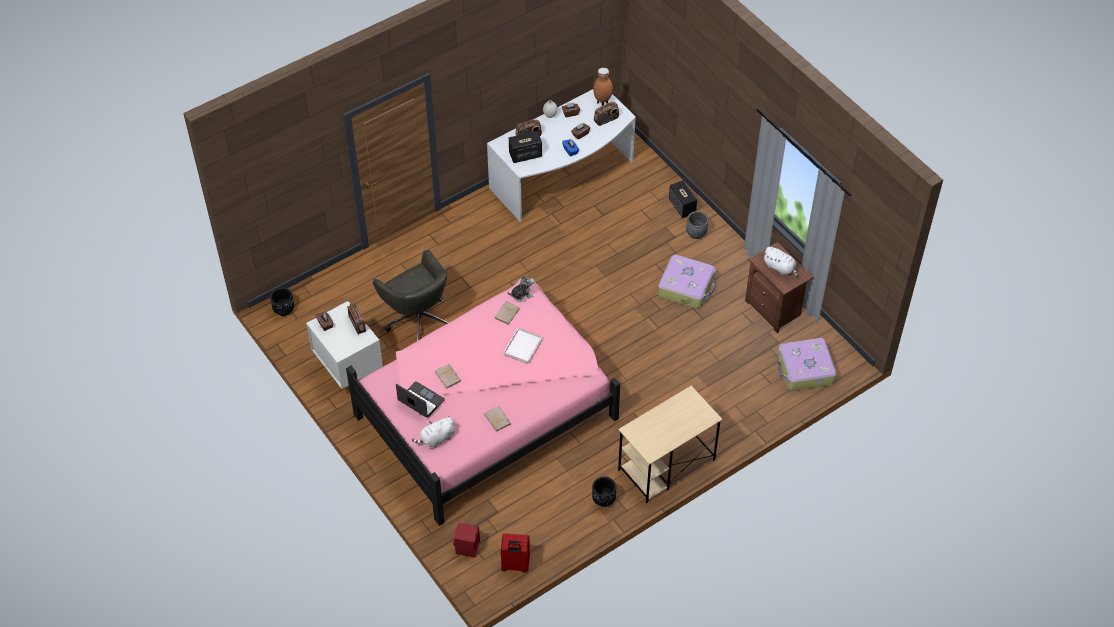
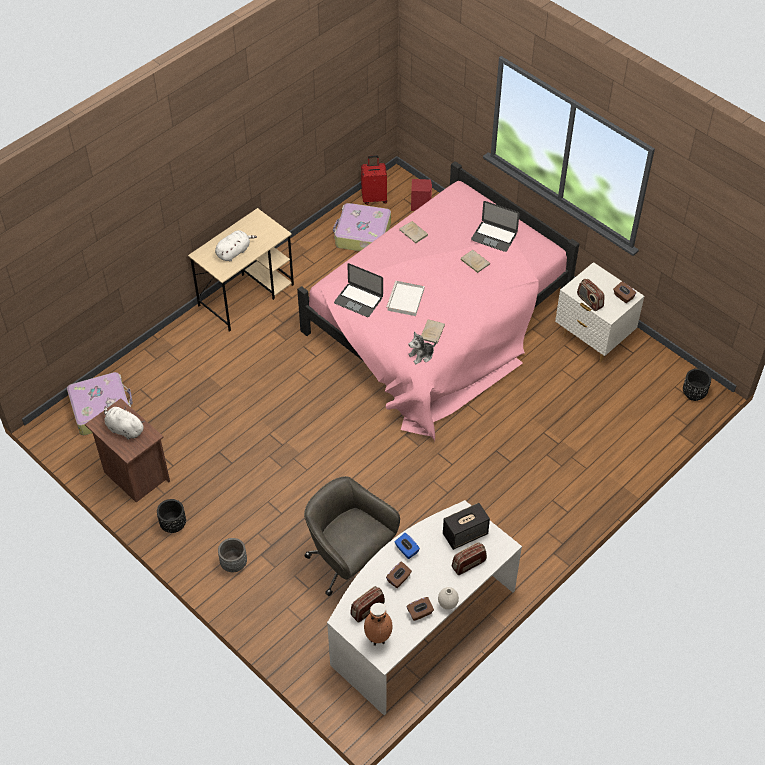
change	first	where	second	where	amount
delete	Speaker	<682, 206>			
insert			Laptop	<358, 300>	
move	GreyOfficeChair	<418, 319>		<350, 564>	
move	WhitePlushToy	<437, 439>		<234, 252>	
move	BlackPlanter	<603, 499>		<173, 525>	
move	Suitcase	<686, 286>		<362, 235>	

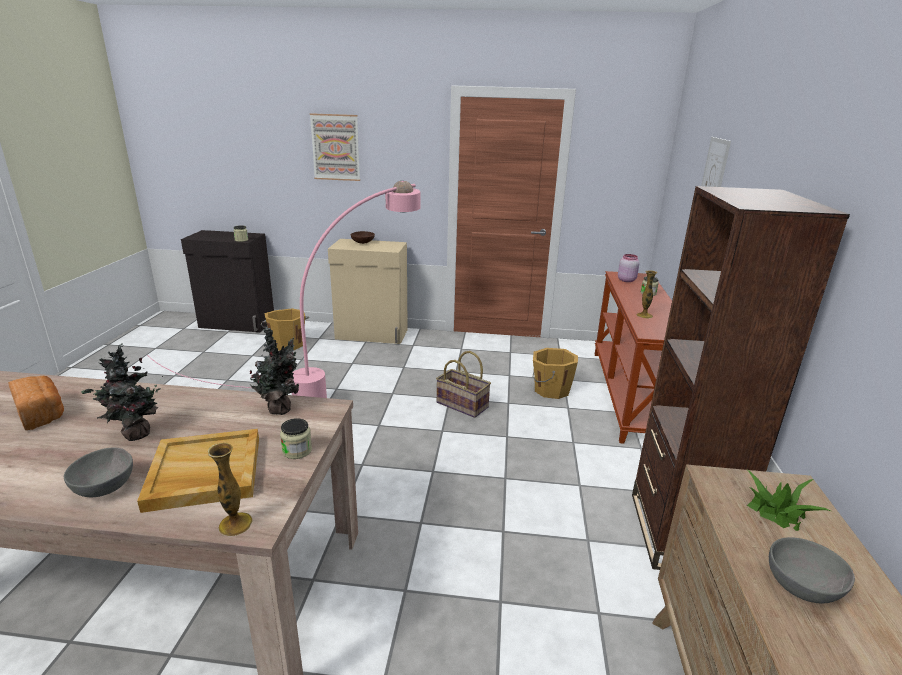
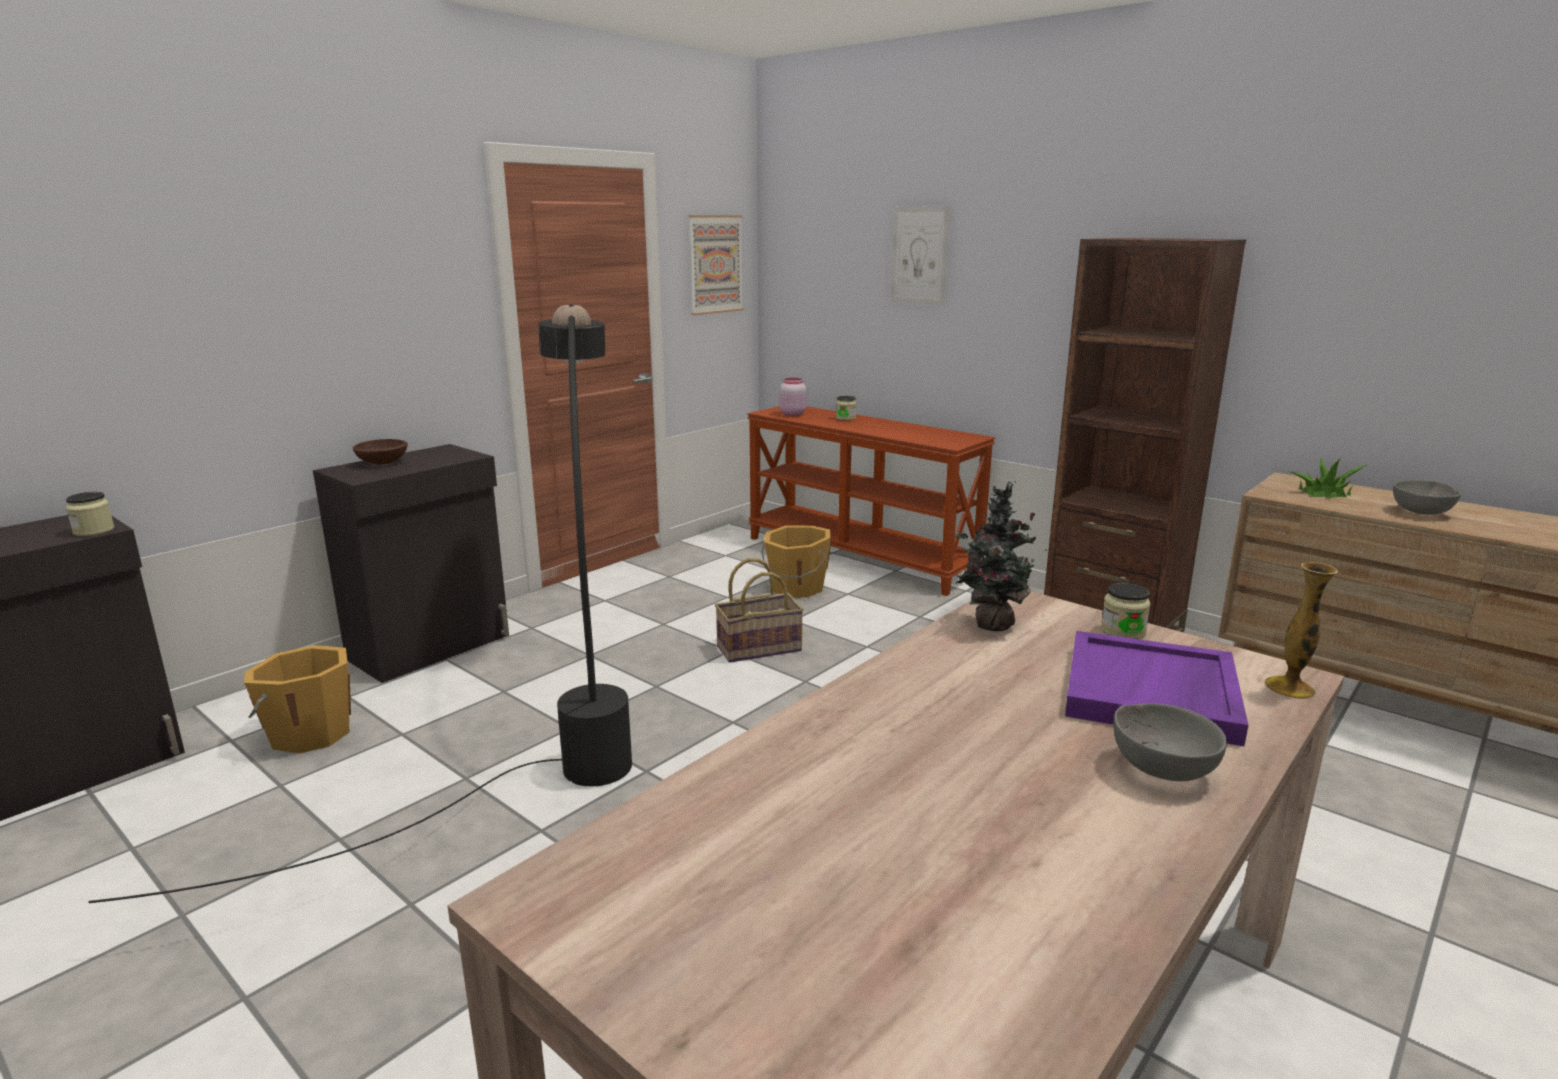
change	first	where	second	where	amount
delete	Bread	<42, 414>			
delete	PottedPlant	<134, 435>			
delete	Vase	<644, 315>			
move	Picture	<335, 147>		<715, 264>	
recolor	BeigeTray	<204, 473>	PurpleTray	<1152, 693>	
recolor	PinkFloorLamp	<332, 387>	BlackFloorLamp	<558, 730>	
recolor	BeigeCabinet	<372, 335>	BlackCabinet	<432, 647>	

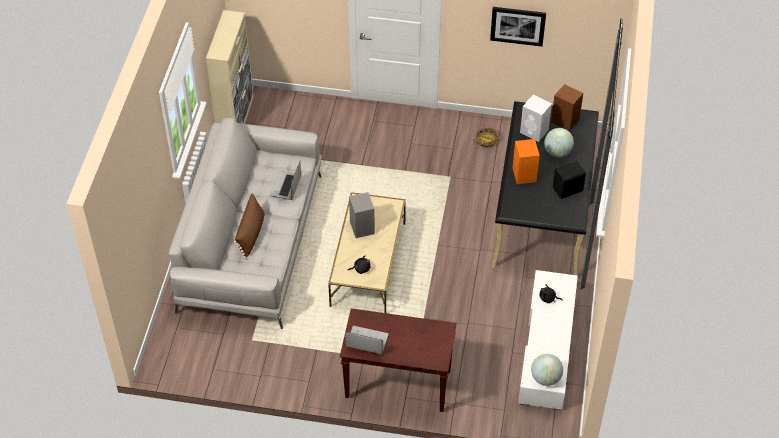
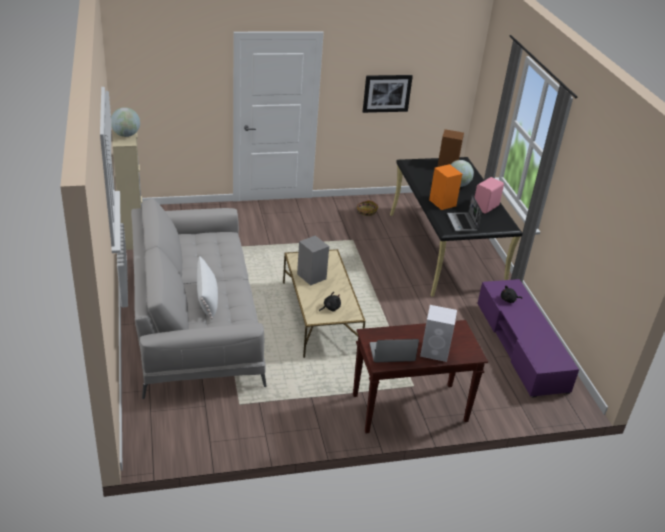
change	first	where	second	where	amount
move	Laptop	<286, 186>		<462, 223>	
move	WhiteSpeaker	<534, 131>		<435, 351>	
move	Globe	<545, 378>		<126, 135>	
recolor	BrownPillow	<251, 234>	WhitePillow	<207, 298>	
recolor	WhiteTvStand	<547, 347>	PurpleTvStand	<521, 346>	
recolor	BlackSpeaker	<568, 190>	PinkSpeaker	<486, 207>	

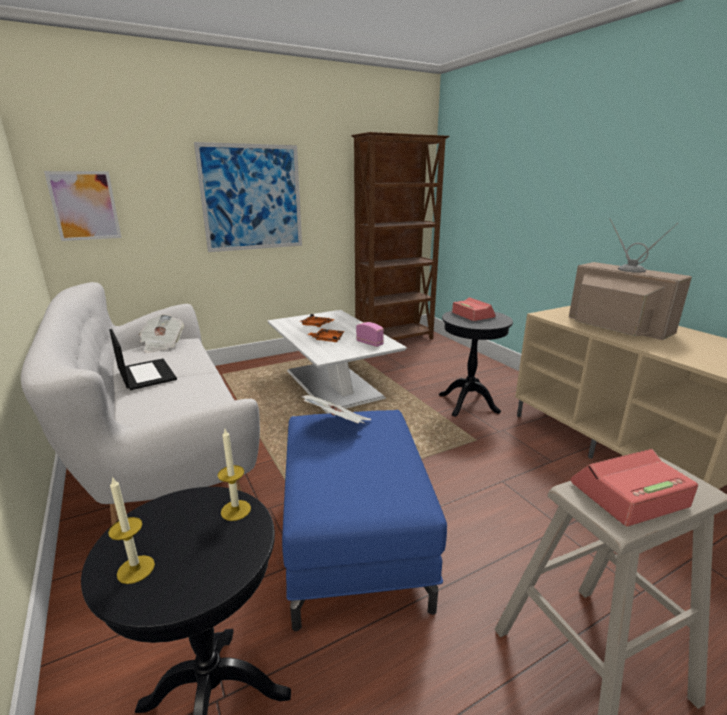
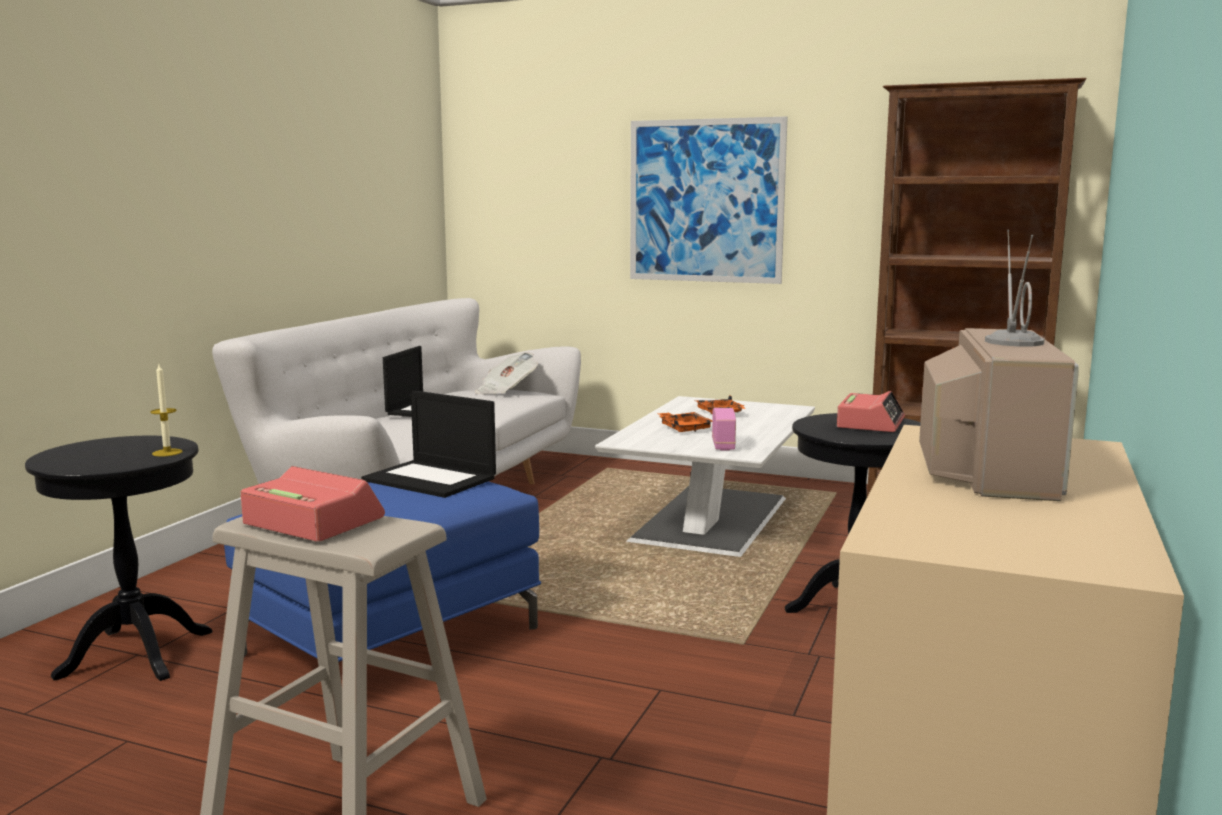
change	first	where	second	where	amount
delete	Picture	<84, 206>			
delete	Candle	<136, 569>			
replace	Newspaper	<338, 425>	Laptop	<431, 479>	

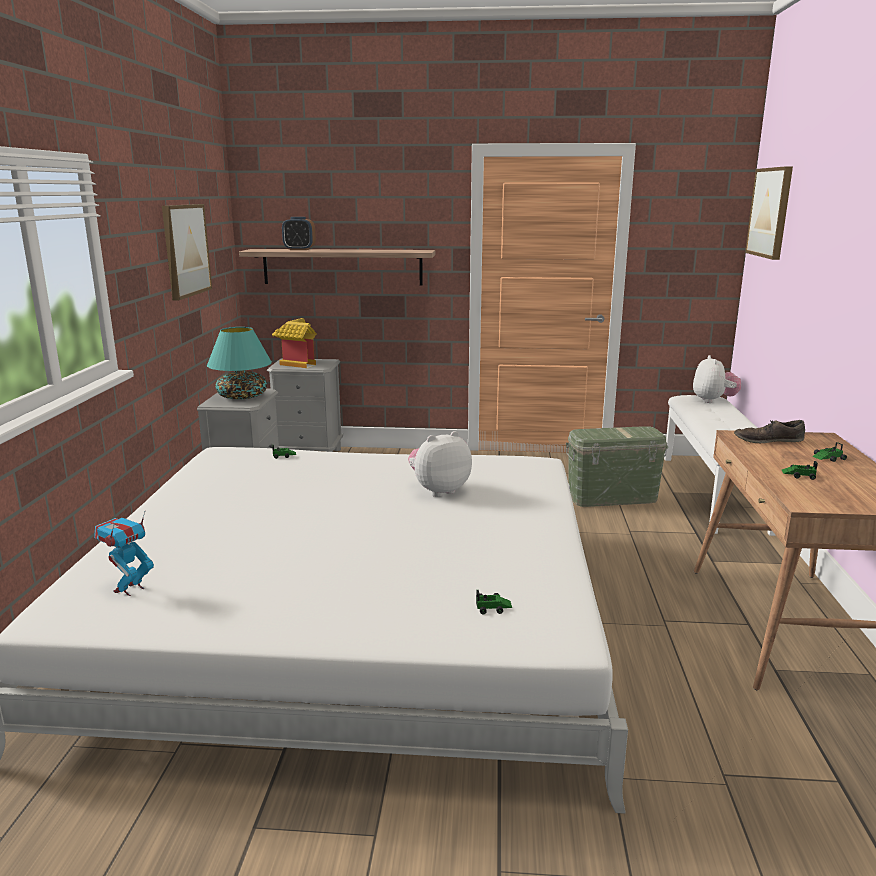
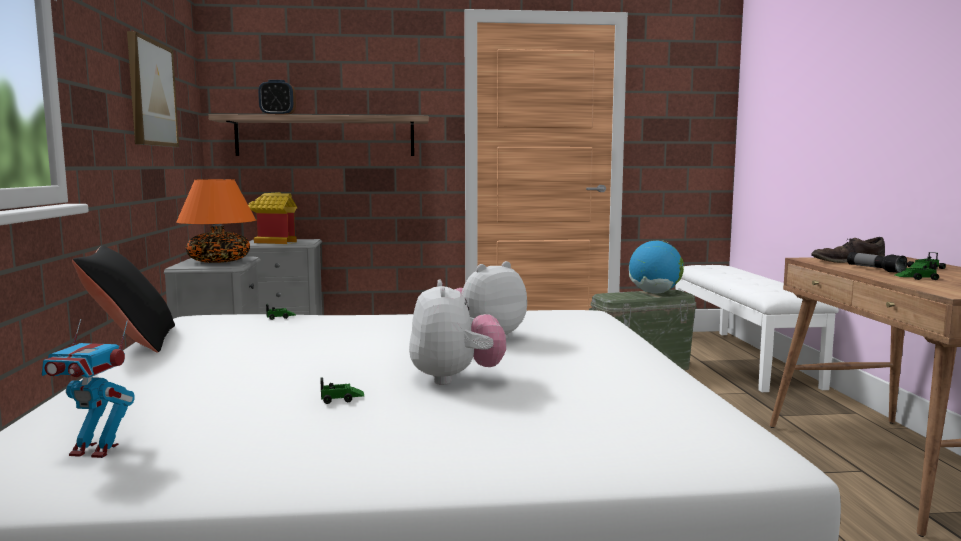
change	first	where	second	where	amount
delete	Picture	<770, 212>			
insert			BlackPillow	<132, 341>	
insert			Globe	<655, 293>	
insert			Flashlight	<874, 270>	
move	ToyCar	<493, 606>		<342, 397>	
move	PlushToy	<713, 401>		<455, 378>	
recolor	TurquoiseTableLamp	<242, 396>	OrangeTableLamp	<218, 261>	
rotate	ToyRobot	<129, 589>		<96, 450>	105 degrees counterclockwise

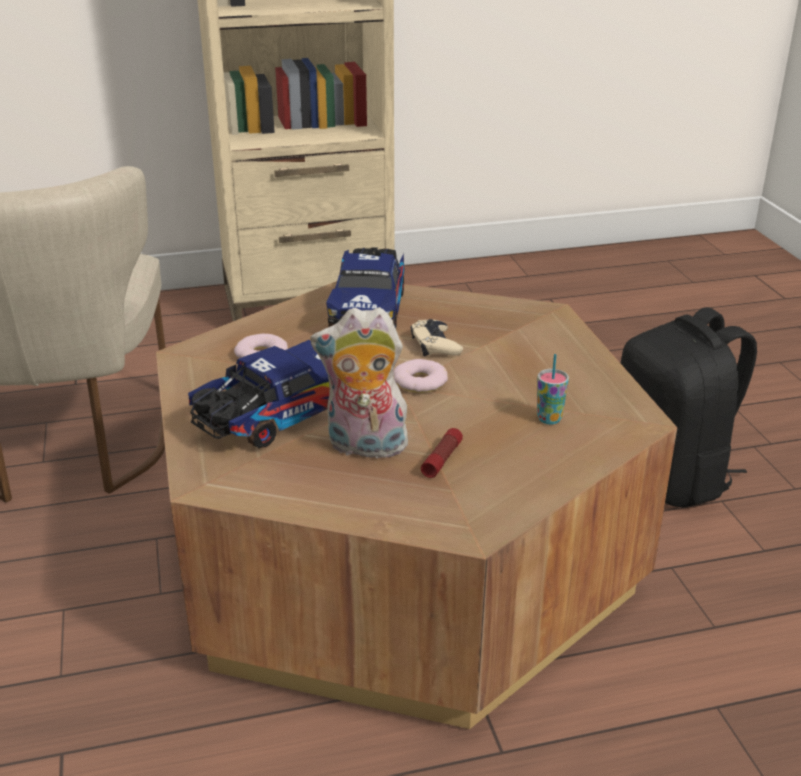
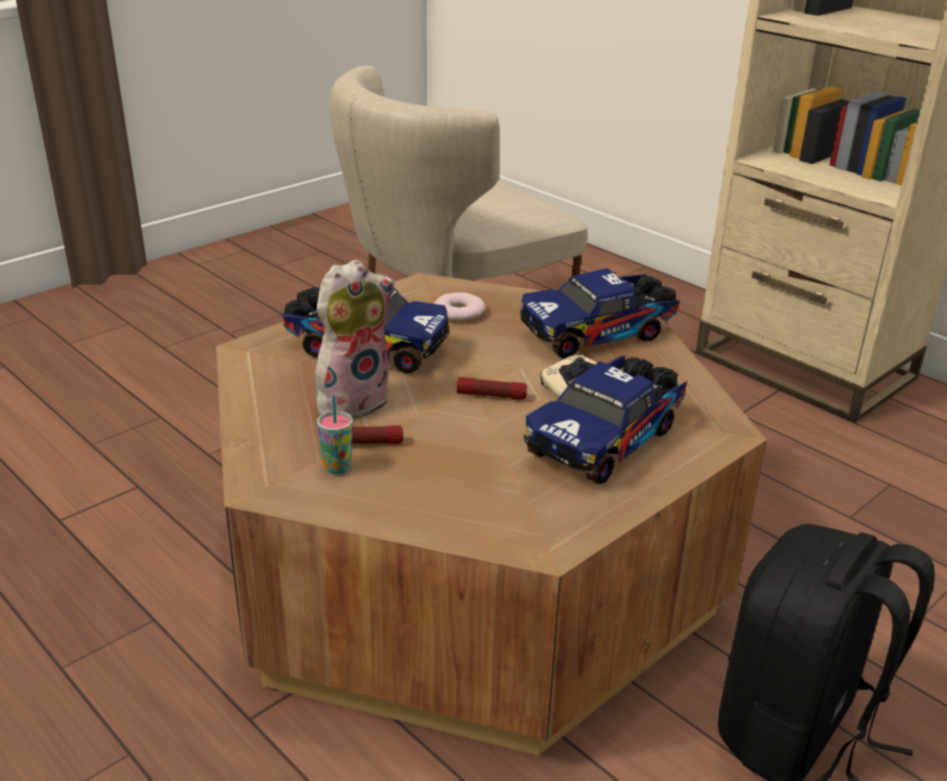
change	first	where	second	where	amount
insert			ToyTruck	<607, 439>	
move	Cup	<549, 419>		<337, 467>	
replace	Donut	<419, 382>	Flashlight	<491, 396>	
rotate	PlushToy	<364, 447>		<353, 400>	75 degrees clockwise

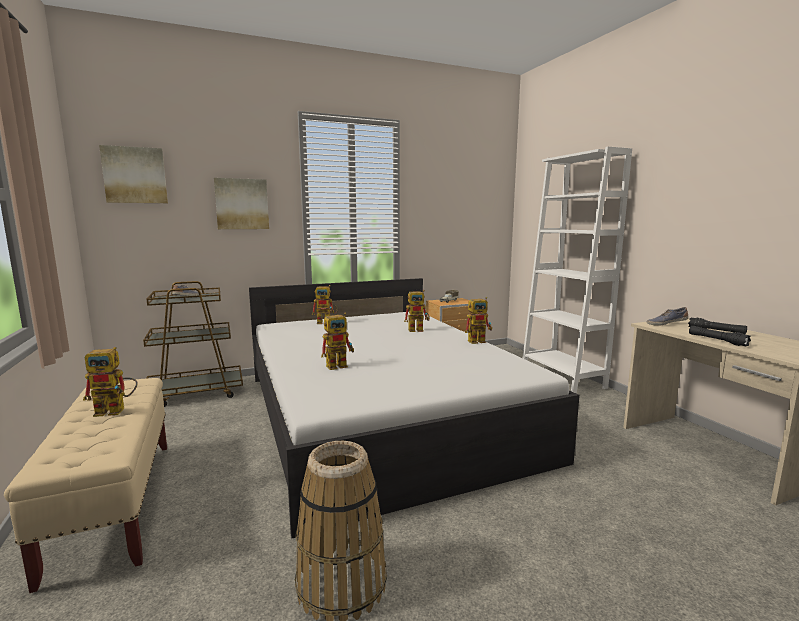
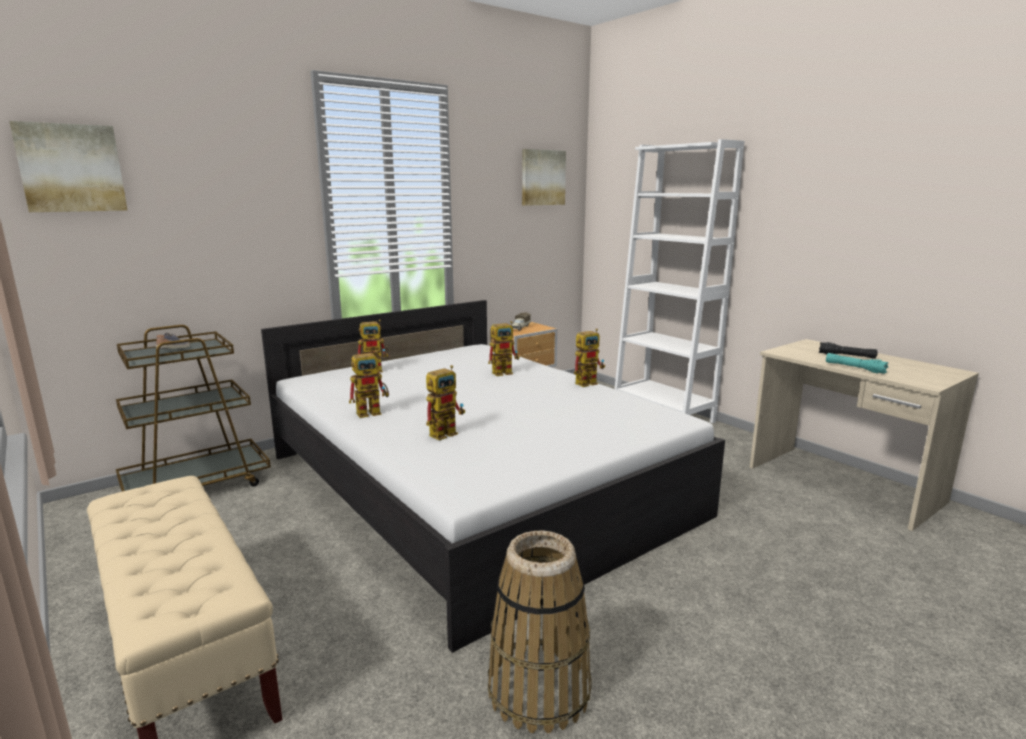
change	first	where	second	where	amount
delete	Shoe	<666, 324>			
move	ToyRobot	<116, 410>		<373, 412>	
move	Picture	<242, 204>		<542, 177>	
recolor	BlackFlashlight	<717, 340>	TurquoiseFlashlight	<854, 368>	

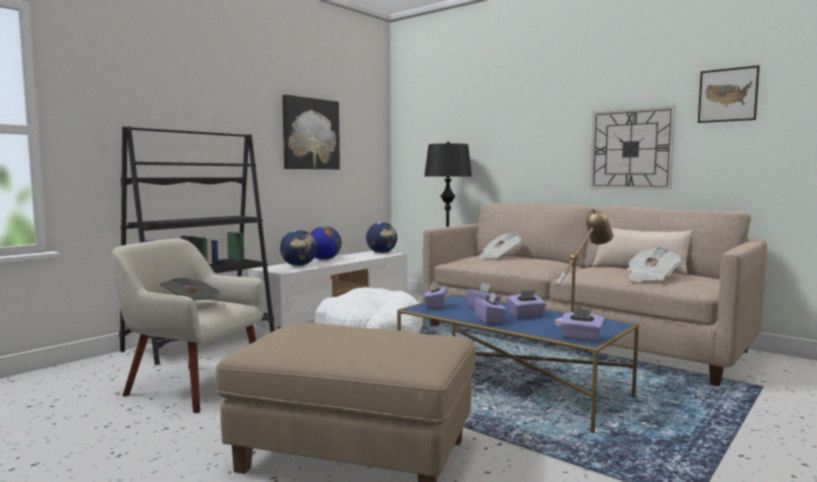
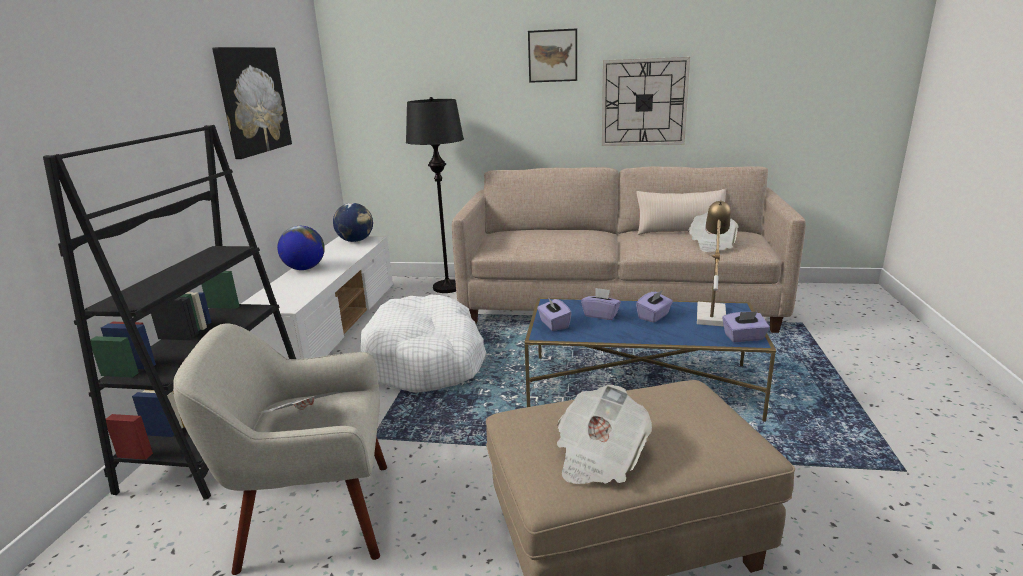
change	first	where	second	where	amount
delete	Globe	<299, 266>			
delete	PurpleTissueBox	<490, 320>			
move	Newspaper	<498, 257>		<599, 457>	
move	Picture	<727, 95>		<552, 56>	

